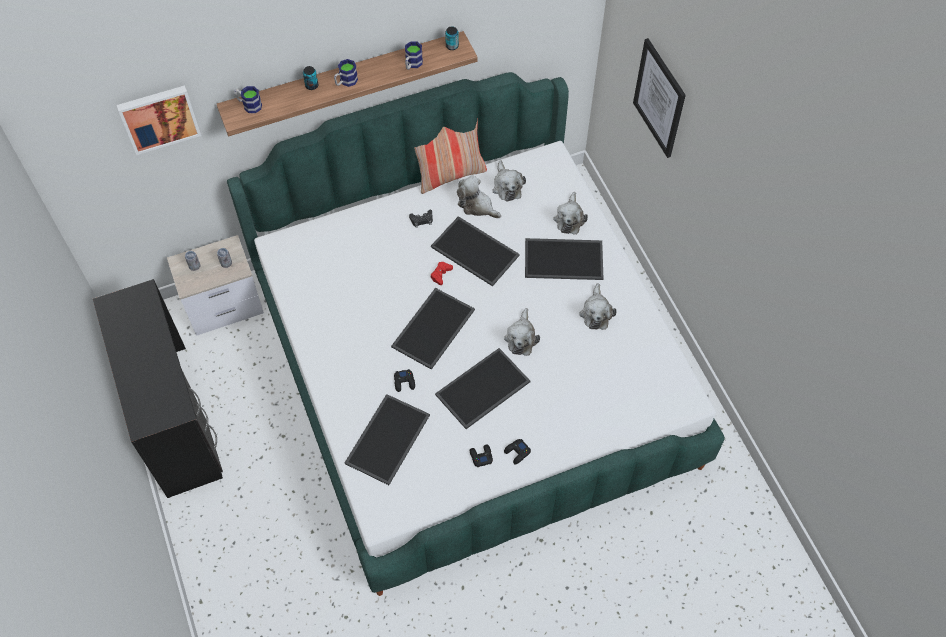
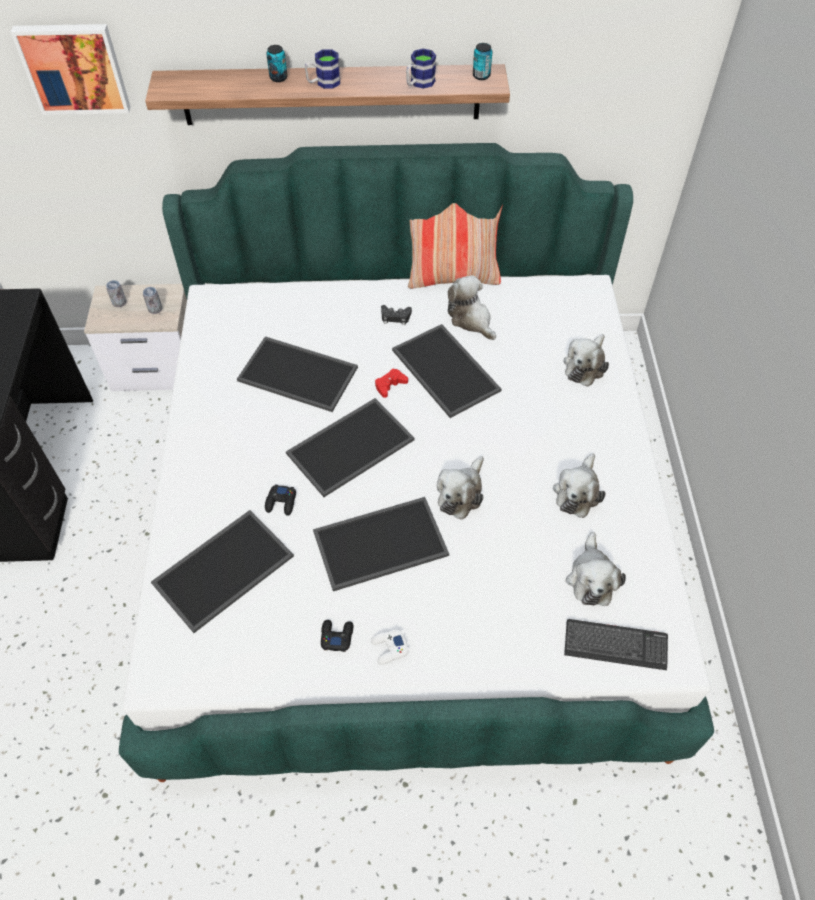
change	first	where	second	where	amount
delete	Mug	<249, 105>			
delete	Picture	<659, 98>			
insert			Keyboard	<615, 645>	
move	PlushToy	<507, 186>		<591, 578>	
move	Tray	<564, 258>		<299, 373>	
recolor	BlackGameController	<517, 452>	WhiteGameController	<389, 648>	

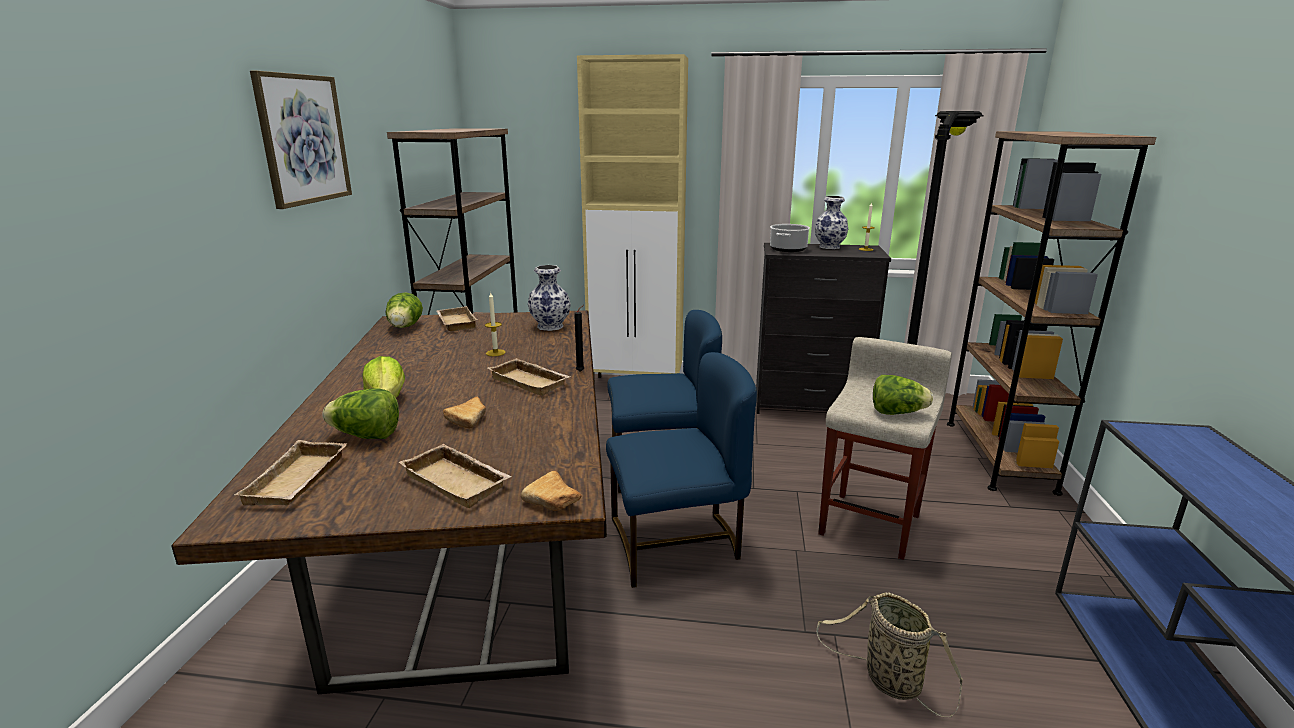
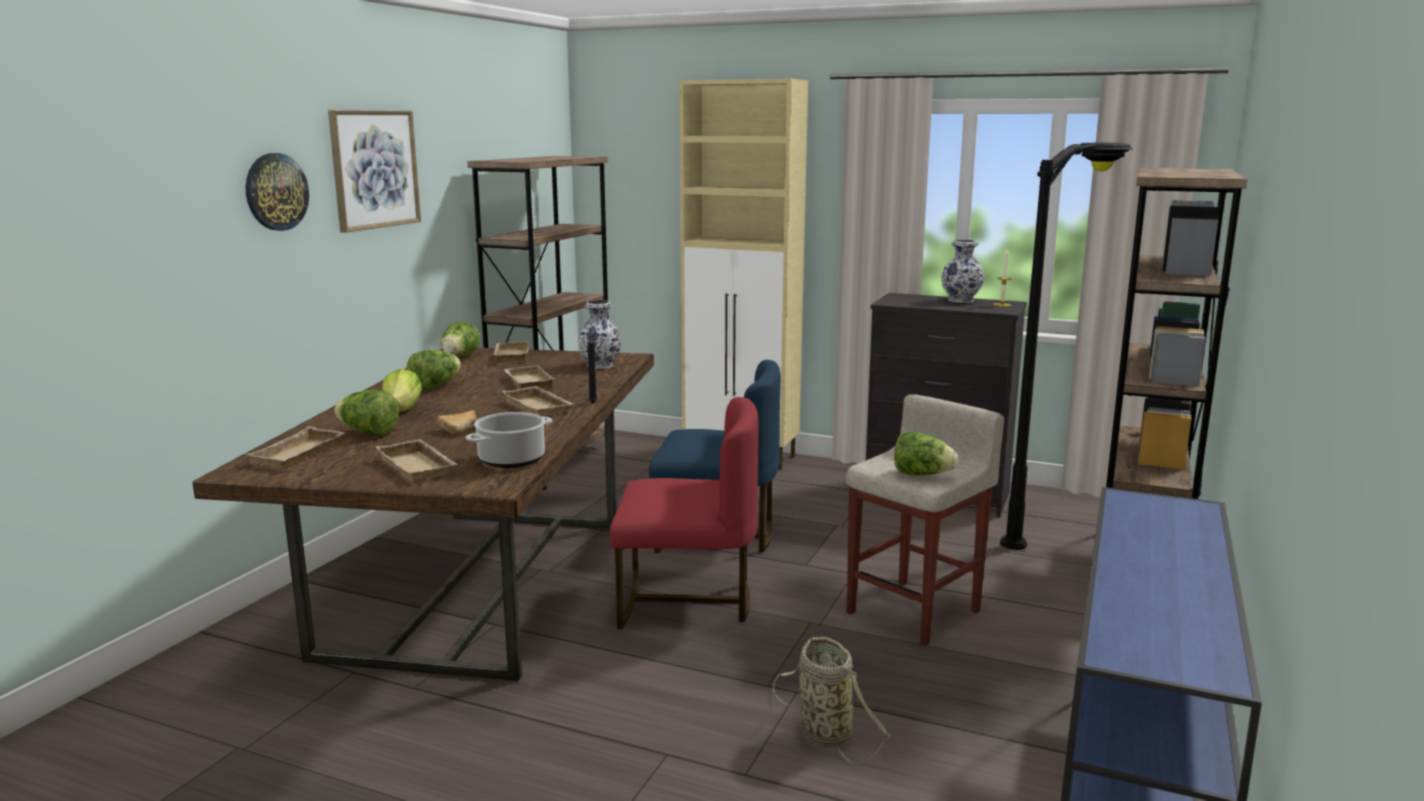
change	first	where	second	where	amount
delete	Bread	<554, 503>			
insert			WallClock	<276, 192>	
insert			Lettuce	<435, 386>	
move	CookingPot	<788, 249>		<511, 460>	
replace	Candle	<495, 353>	BeigeTray	<527, 383>	
recolor	BlueChair	<676, 544>	RedChair	<686, 601>	

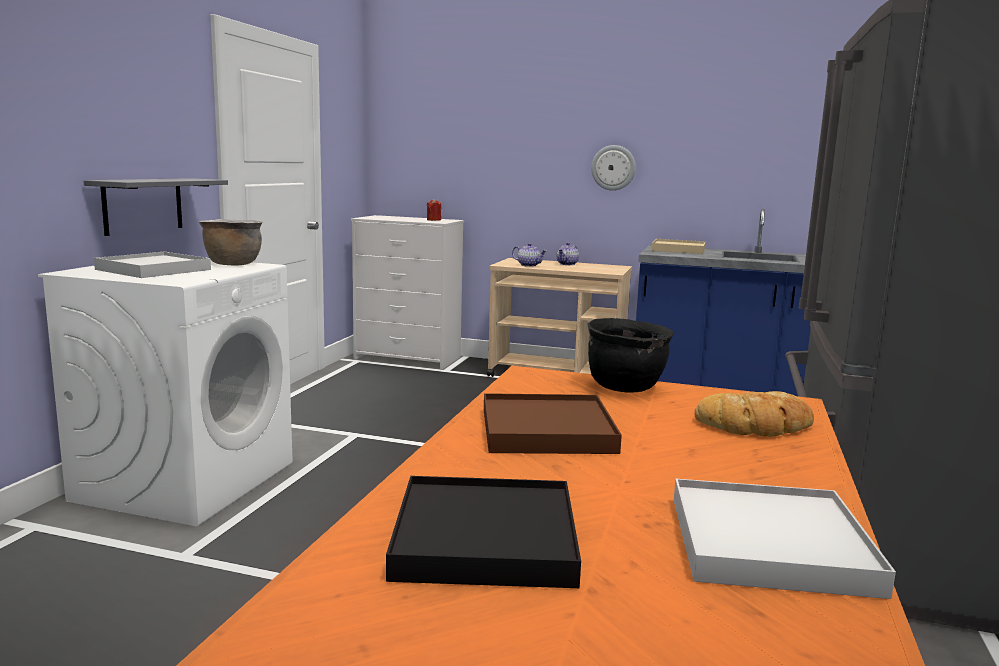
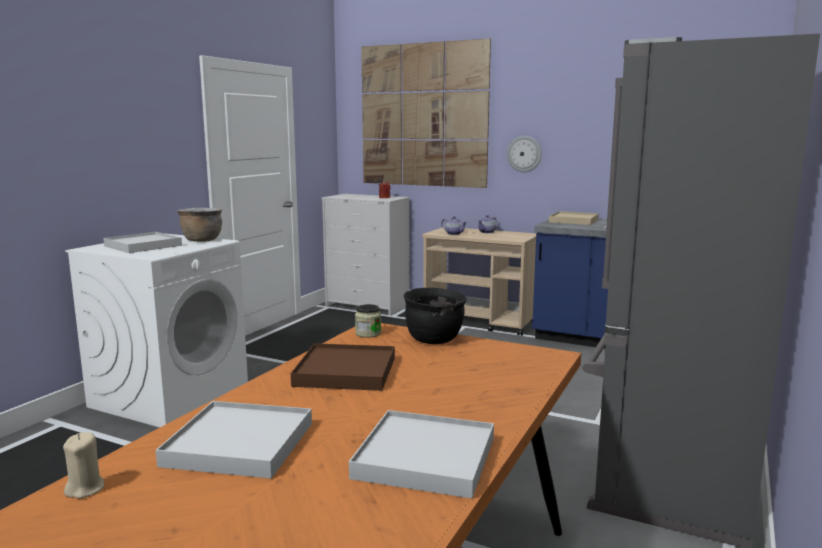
change	first	where	second	where	amount
delete	GreyShelf	<143, 205>			
delete	Bread	<756, 426>			
insert			BeigeCandle	<85, 489>	
insert			Jar	<368, 333>	
insert			Picture	<423, 115>	
recolor	BlackTray	<485, 538>	WhiteTray	<239, 444>	

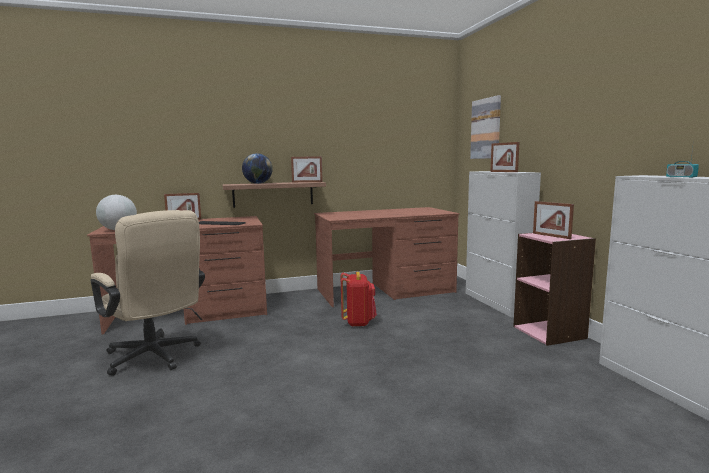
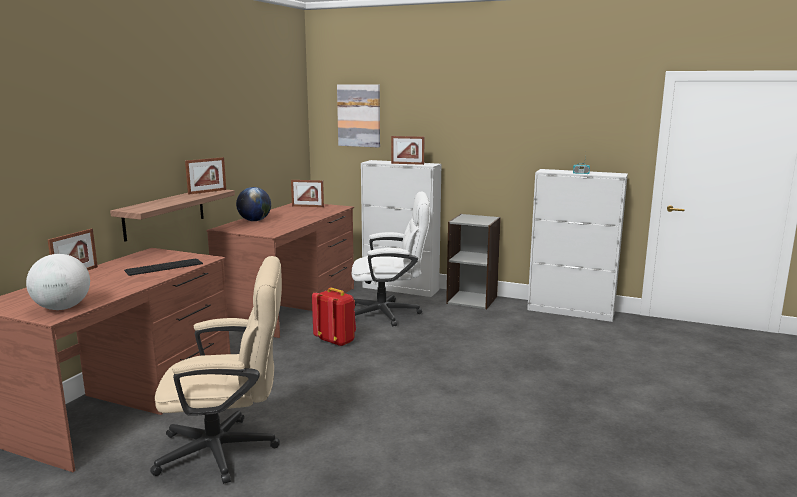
change	first	where	second	where	amount
insert			WhiteOfficeChair	<390, 313>	
move	Globe	<258, 183>		<254, 221>	
move	PictureFrame	<551, 236>		<307, 206>	
recolor	PinkBookcase	<549, 332>	GreyBookcase	<472, 299>	

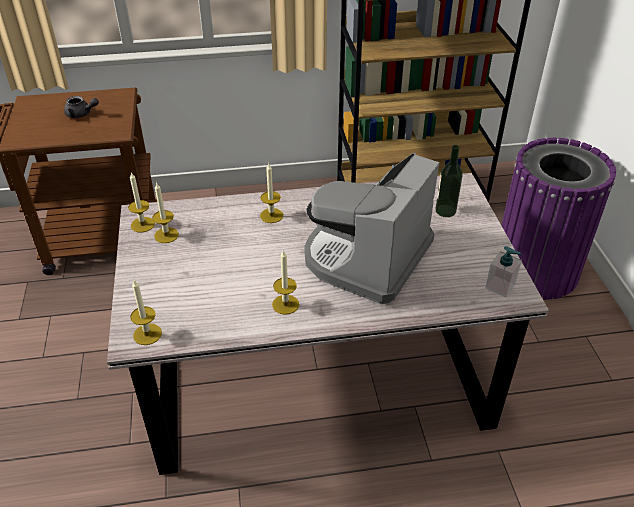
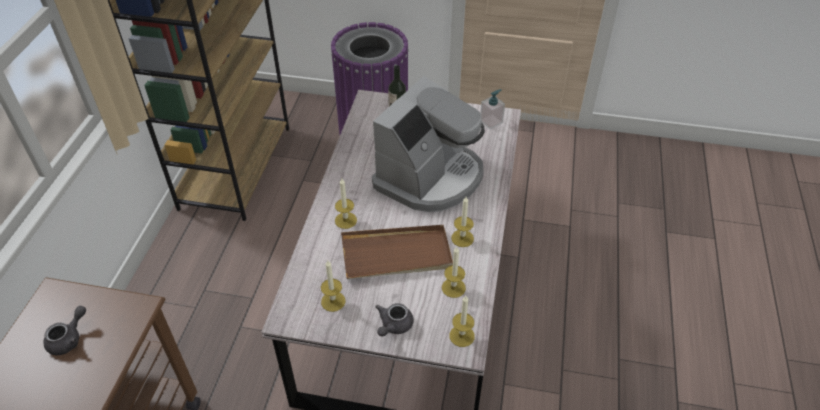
change	first	where	second	where	amount
insert			BrownTray	<396, 255>	
insert			GreyTeapot	<393, 326>	
move	Candle	<142, 224>		<453, 288>	
rotate	CoffeeMachine	<366, 258>		<430, 177>	105 degrees counterclockwise

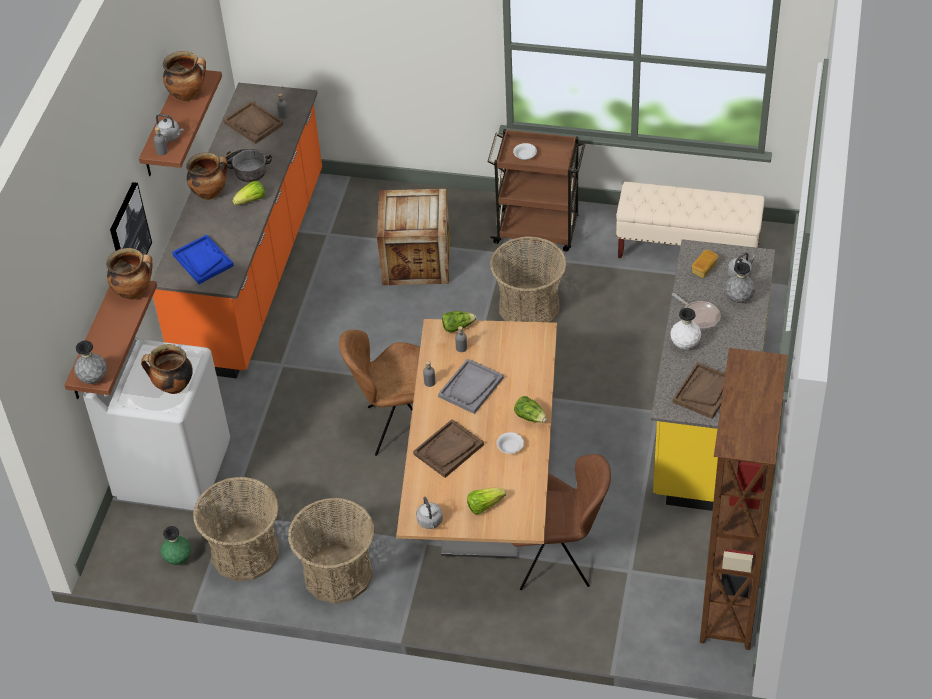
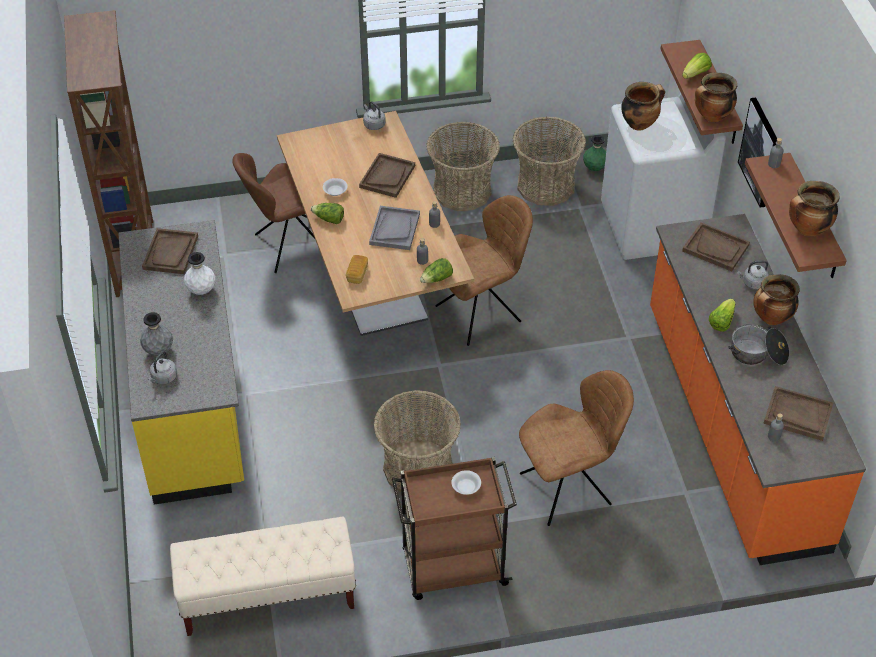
change	first	where	second	where	amount
delete	GreyVase	<93, 379>			
delete	FryingPan	<699, 316>			
move	GreyKettle	<170, 137>		<753, 283>	
move	Lettuce	<484, 505>		<695, 74>	
move	Bread	<704, 268>		<357, 274>	
replace	Crate	<416, 260>	BrownChair	<568, 488>	
recolor	BlueTray	<203, 260>	BrownTray	<716, 248>	

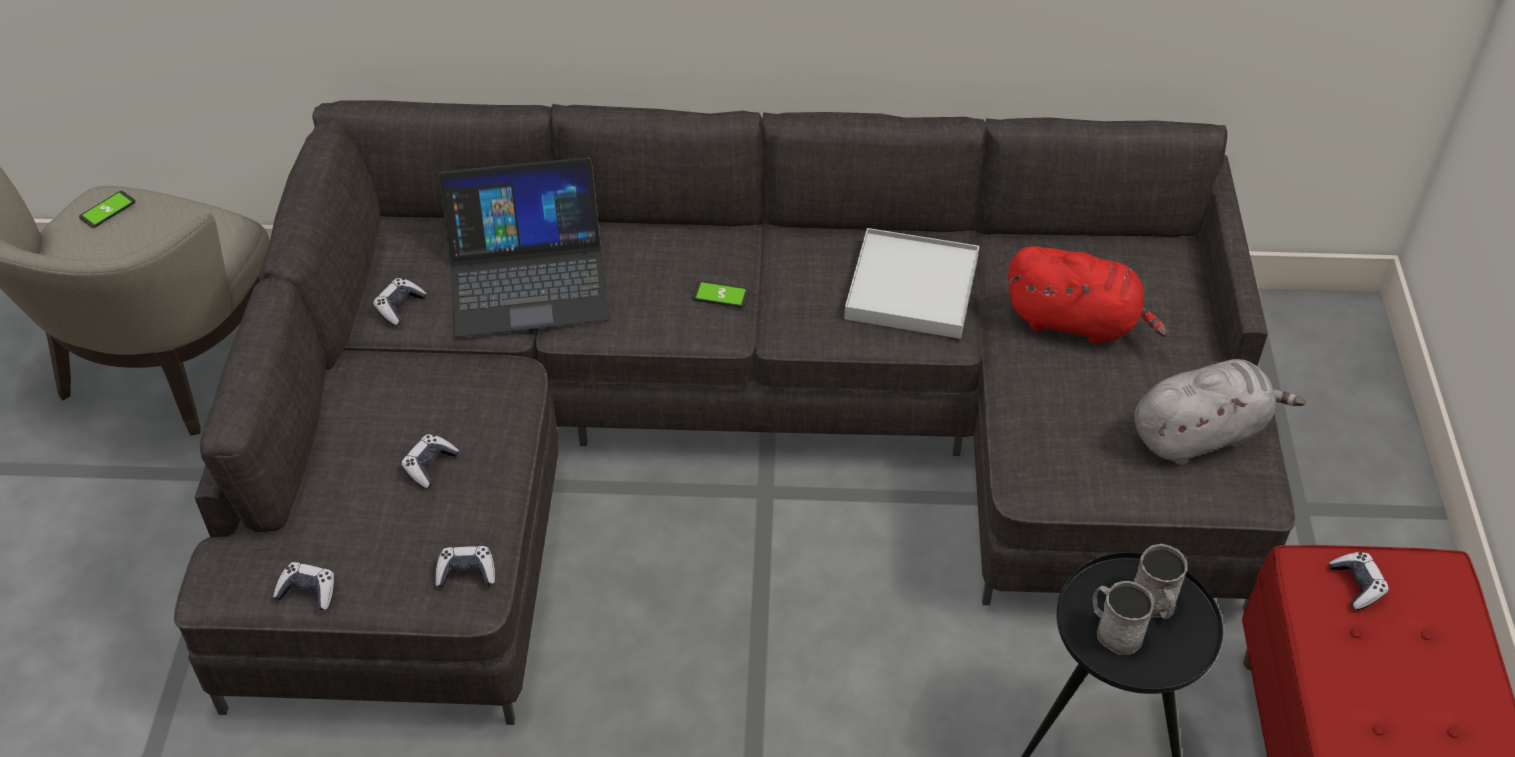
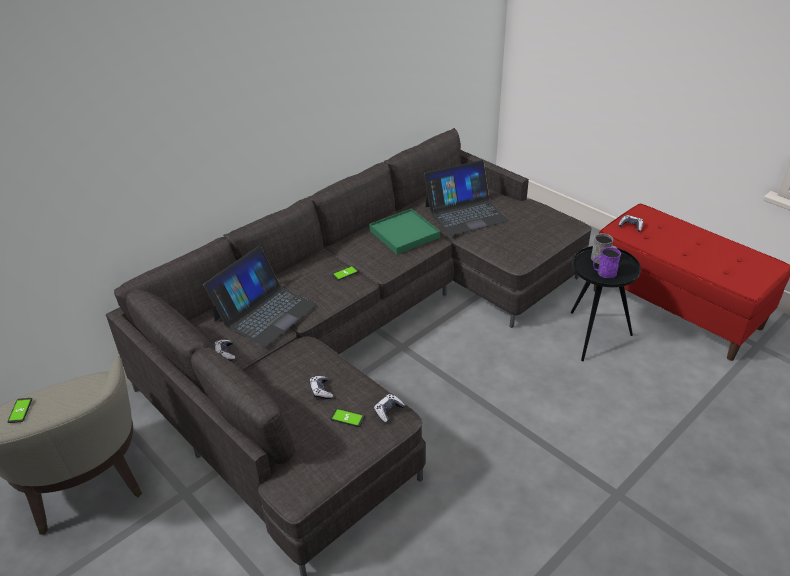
change	first	where	second	where	amount
delete	GameController	<308, 591>			
delete	GreyPlushToy	<1201, 434>			
insert			Phone	<347, 418>	
replace	RedPlushToy	<1077, 322>	Laptop	<465, 213>	
recolor	WhiteTray	<912, 288>	GreenTray	<404, 234>	
recolor	GreyMug	<1114, 631>	PurpleMug	<604, 273>	

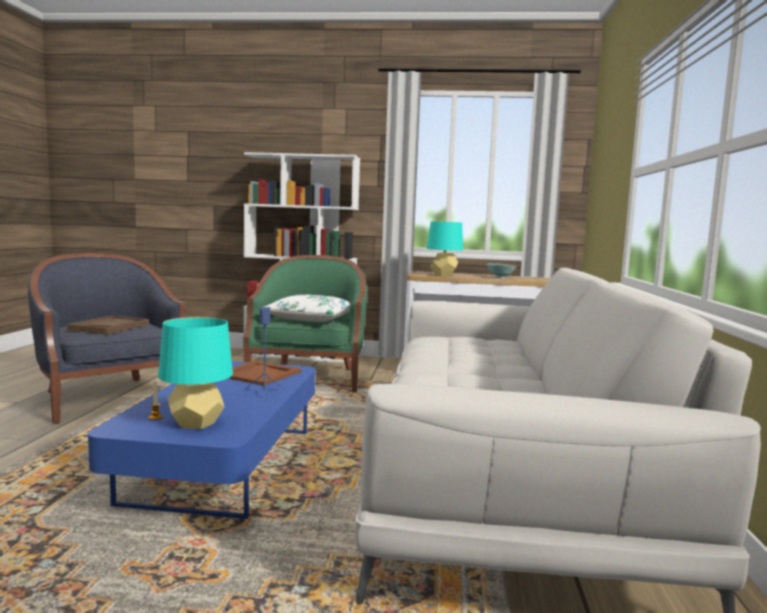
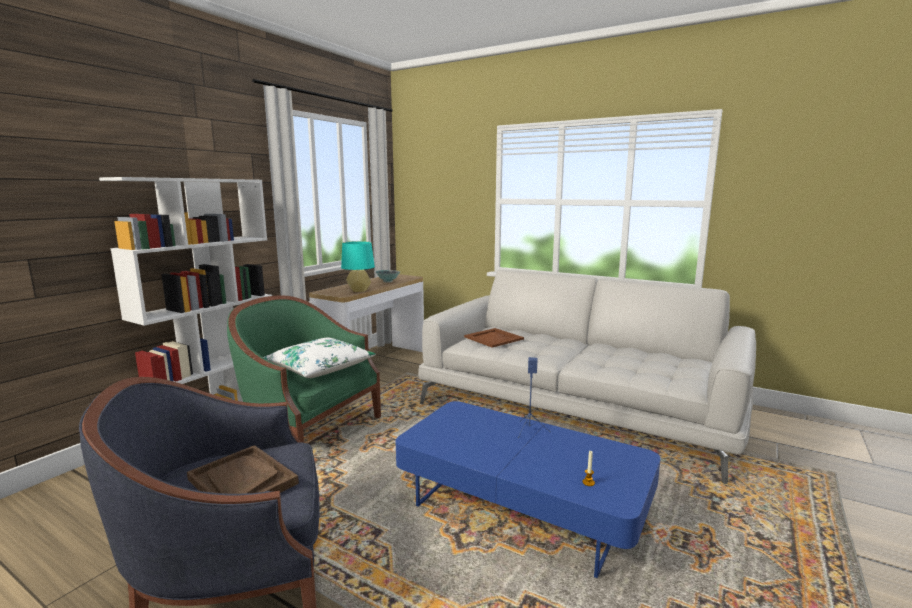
change	first	where	second	where	amount
delete	TurquoiseTableLamp	<196, 424>			
move	BrownTray	<258, 373>		<493, 338>	

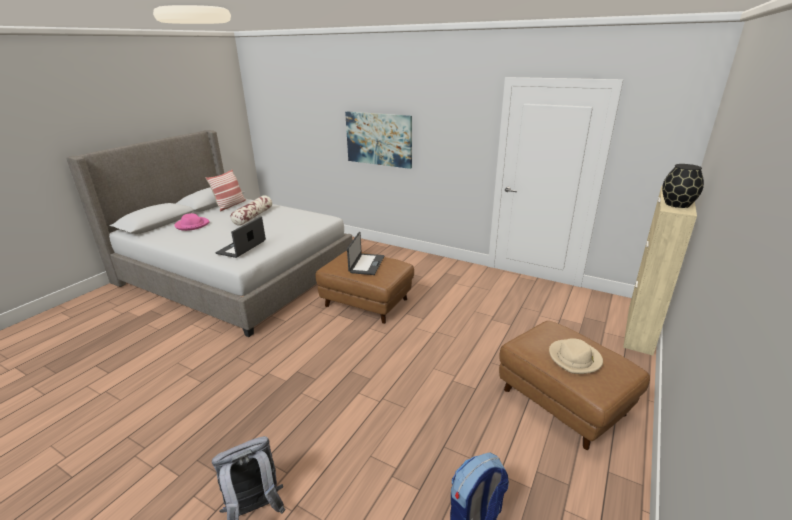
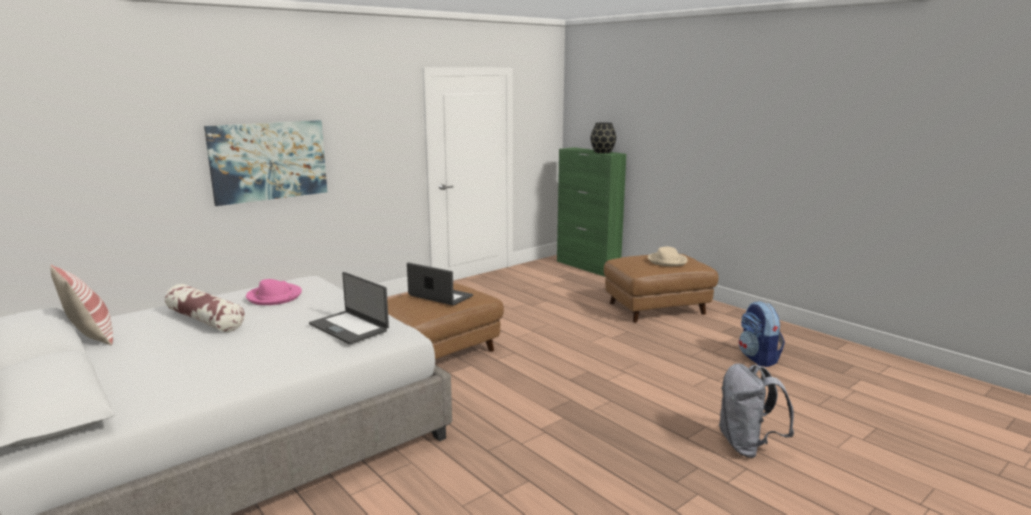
change	first	where	second	where	amount
move	PinkHat	<192, 225>		<274, 297>	
recolor	BeigeCabinet	<639, 329>	GreenCabinet	<588, 267>	

